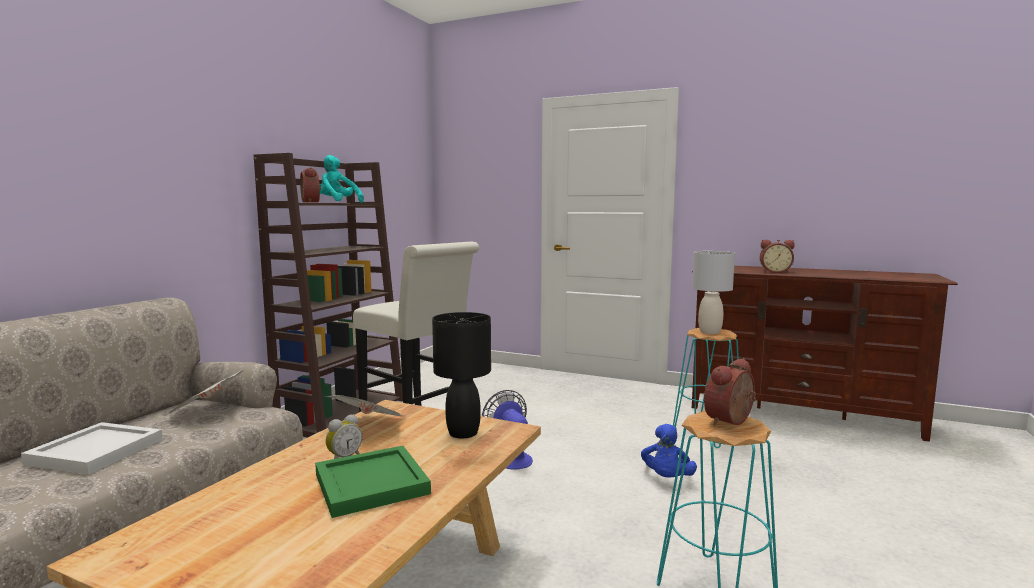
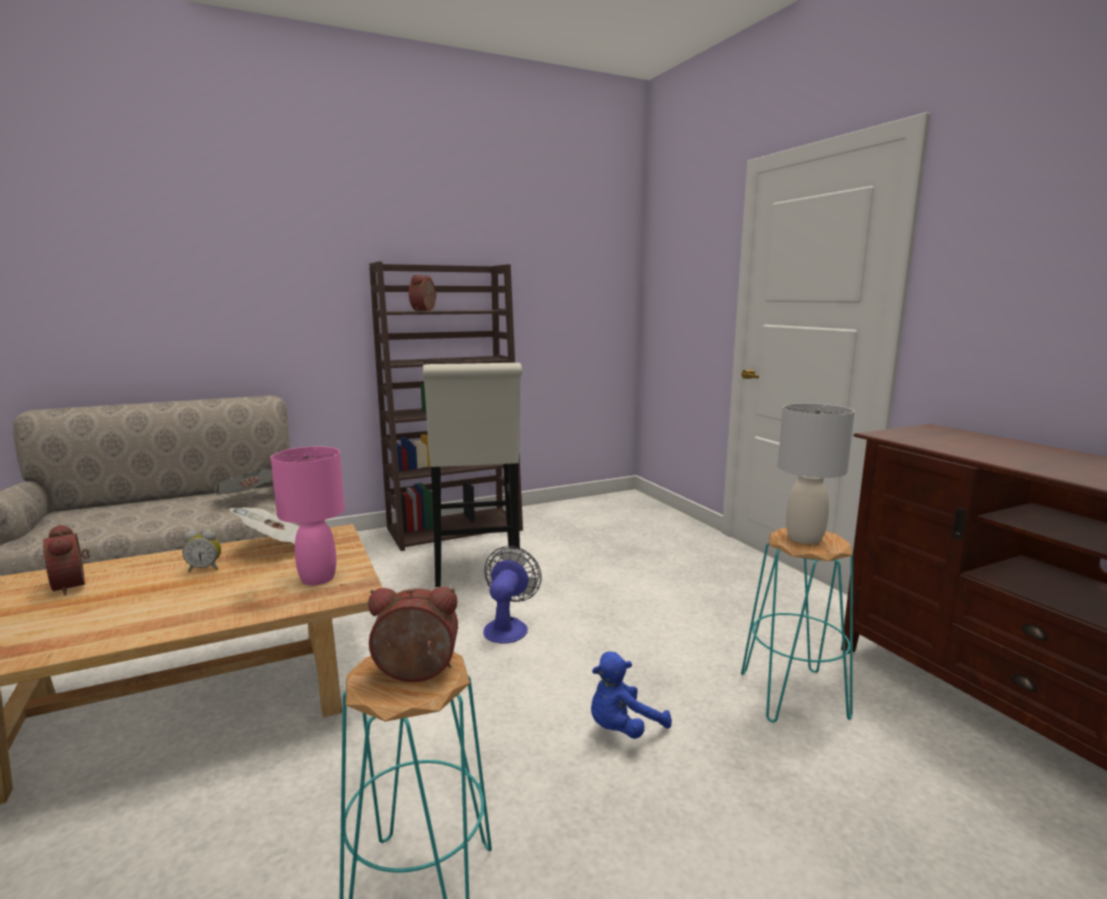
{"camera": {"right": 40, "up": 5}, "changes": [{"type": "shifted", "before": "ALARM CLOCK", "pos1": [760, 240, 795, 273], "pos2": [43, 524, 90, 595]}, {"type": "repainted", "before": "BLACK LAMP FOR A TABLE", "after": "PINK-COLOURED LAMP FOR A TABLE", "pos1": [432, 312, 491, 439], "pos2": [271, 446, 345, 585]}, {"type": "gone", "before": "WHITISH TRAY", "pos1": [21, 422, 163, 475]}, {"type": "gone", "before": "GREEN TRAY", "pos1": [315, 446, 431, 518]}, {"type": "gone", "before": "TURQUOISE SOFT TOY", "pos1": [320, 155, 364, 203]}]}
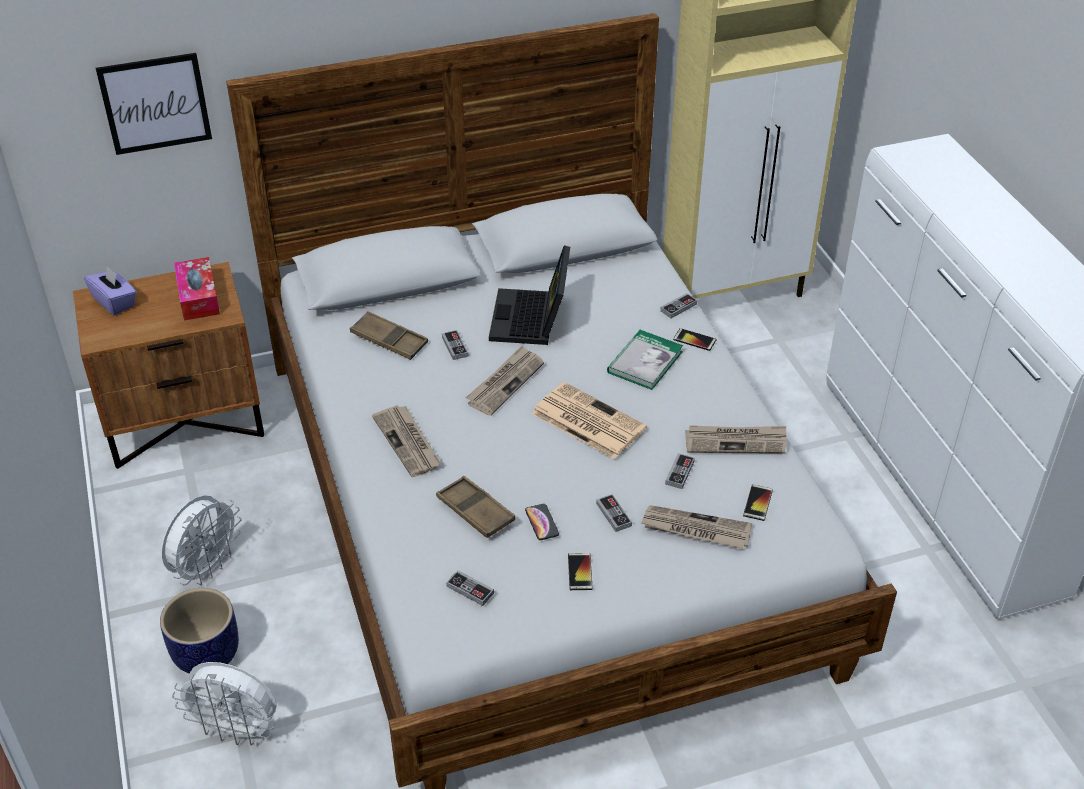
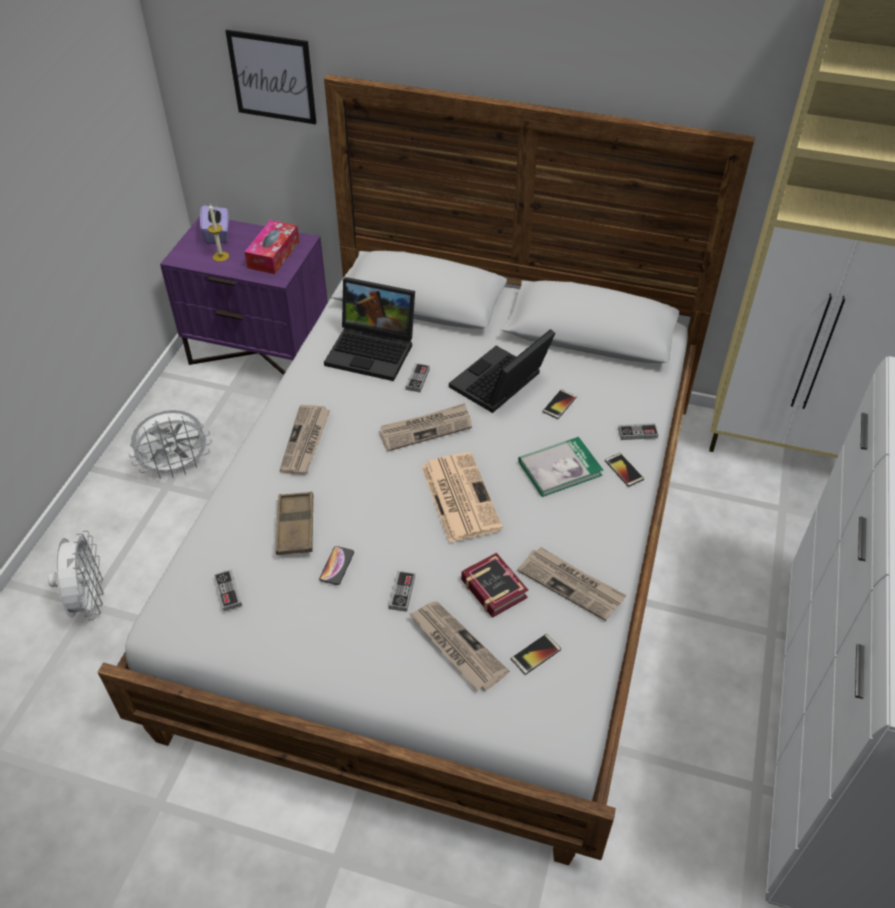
{"camera": {"right": 35, "up": 5}, "changes": [{"type": "rotated", "before": "WHITISH COOLING FAN", "pos1": [172, 662, 277, 745], "pos2": [48, 530, 103, 621], "turn": -150}, {"type": "repainted", "before": "BROWN NIGHT TABLE", "after": "PURPLE NIGHT TABLE", "pos1": [73, 262, 264, 469], "pos2": [160, 216, 328, 375]}, {"type": "new", "after": "WAX LIGHT", "pos2": [208, 204, 229, 262]}, {"type": "swapped", "before": "BROWN TRAY", "after": "PORTABLE COMPUTER", "pos1": [350, 311, 428, 360], "pos2": [324, 277, 415, 381]}, {"type": "swapped", "before": "GAMEPAD", "after": "VOLUME", "pos1": [665, 453, 695, 489], "pos2": [461, 553, 528, 618]}, {"type": "shifted", "before": "HANDSET", "pos1": [568, 553, 593, 590], "pos2": [542, 389, 577, 419]}, {"type": "gone", "before": "PLANTER", "pos1": [160, 588, 239, 674]}]}
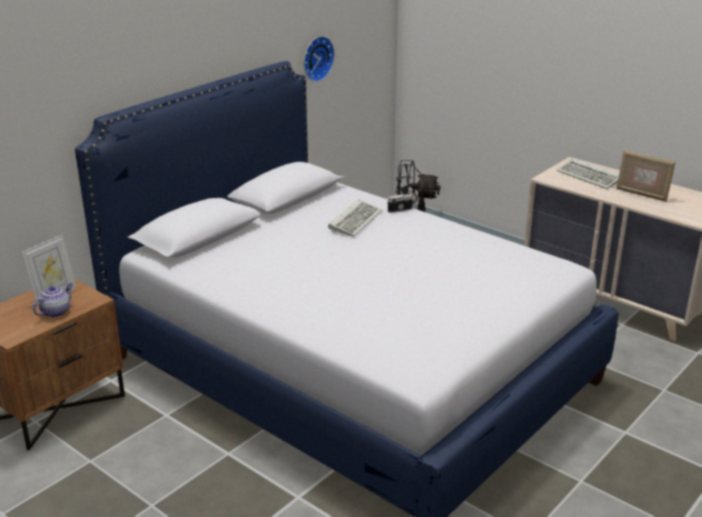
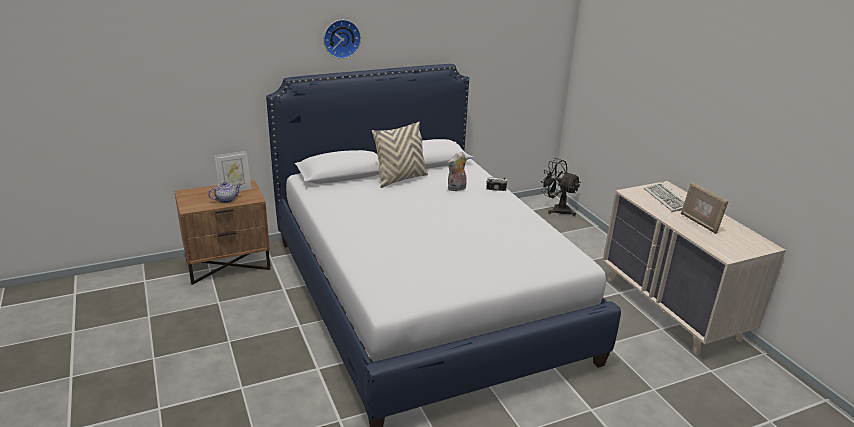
{"camera": {"right": 25, "up": 0}, "changes": [{"type": "shifted", "before": "CLOCK ON THE WALL", "pos1": [304, 36, 335, 82], "pos2": [324, 20, 361, 59]}, {"type": "new", "after": "BEIGE THROW PILLOW", "pos2": [372, 122, 428, 188]}, {"type": "swapped", "before": "PC KEYBOARD", "after": "SOFT TOY", "pos1": [328, 199, 383, 237], "pos2": [447, 152, 467, 191]}]}
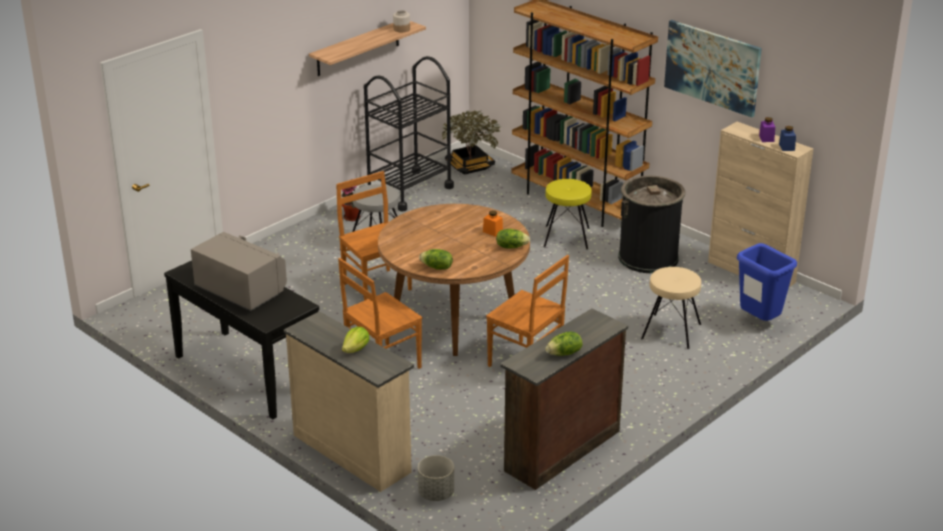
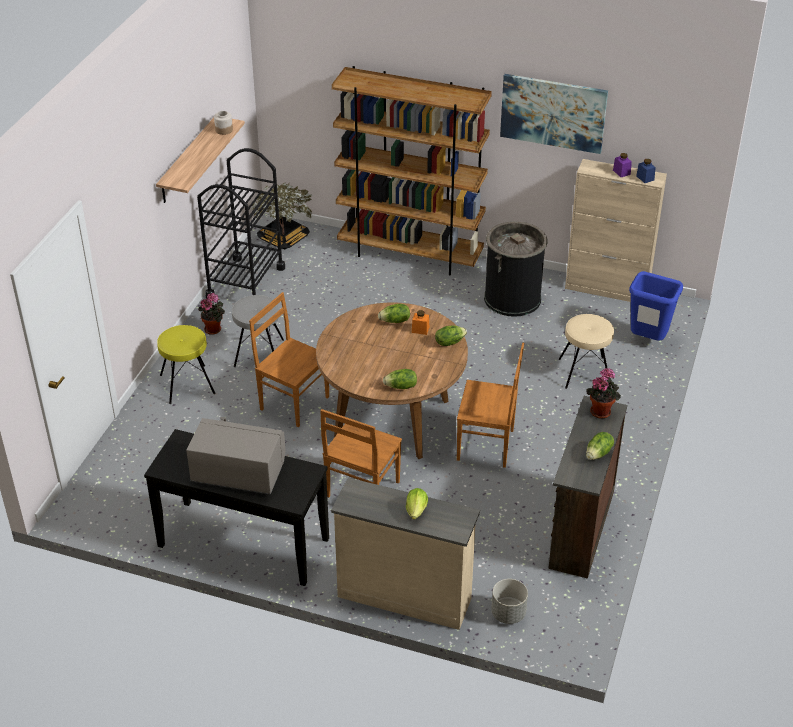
{"camera": {"right": -25, "up": 10}, "changes": [{"type": "shifted", "before": "YELLOW-COLOURED STOOL SEAT", "pos1": [544, 179, 592, 250], "pos2": [157, 325, 215, 404]}, {"type": "new", "after": "LETTUCE", "pos2": [378, 304, 410, 323]}, {"type": "new", "after": "PLANT IN A POT", "pos2": [586, 368, 621, 419]}]}
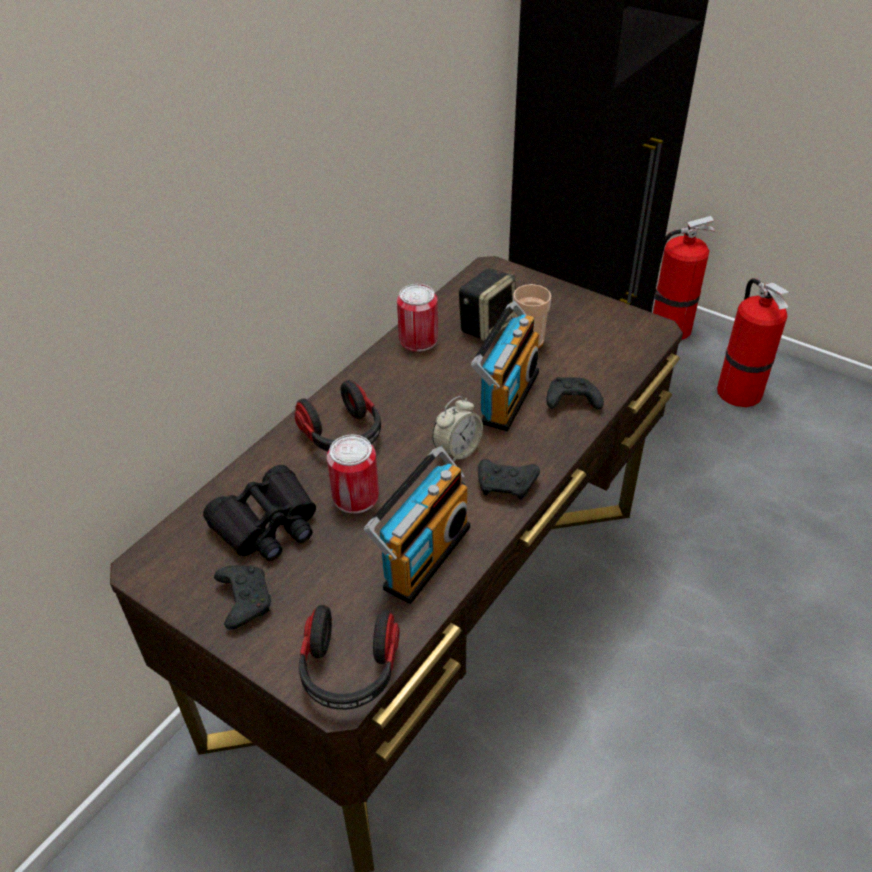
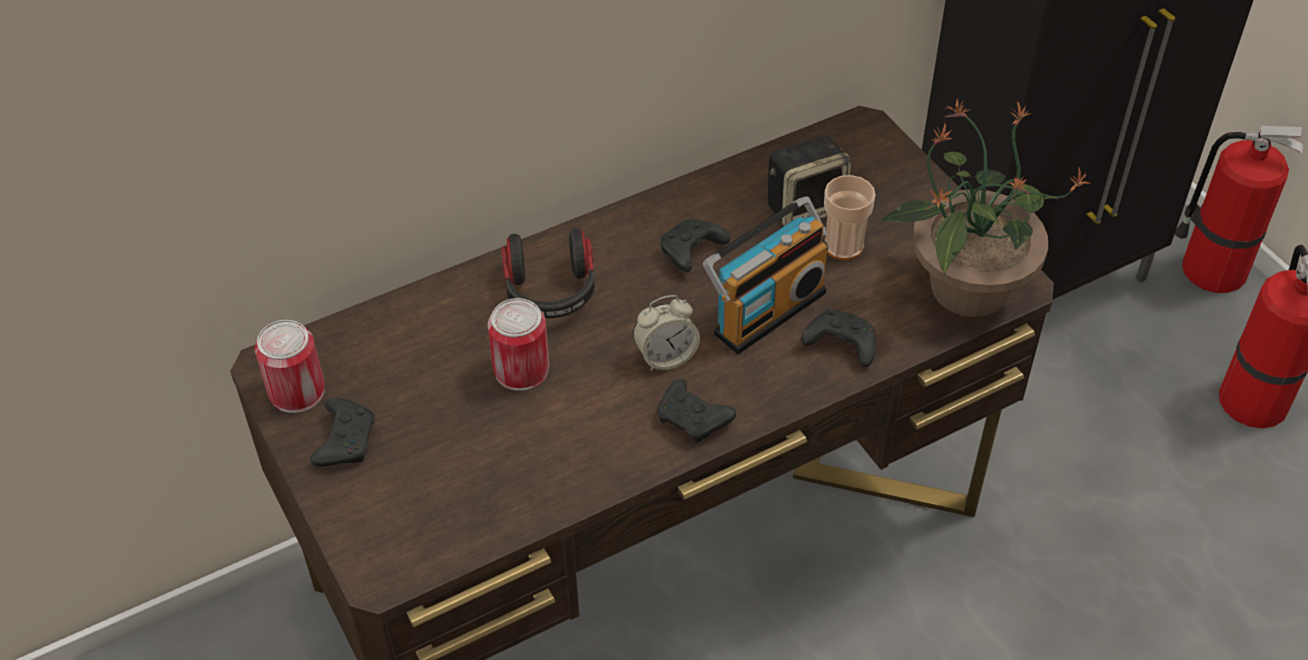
{"camera": {"right": 25, "up": 5}, "changes": [{"type": "shifted", "before": "SEALED CAN", "pos1": [397, 284, 438, 352], "pos2": [255, 320, 325, 413]}, {"type": "new", "after": "BLACK GAMEPAD", "pos2": [660, 219, 730, 272]}, {"type": "new", "after": "PLANT IN A POT", "pos2": [879, 98, 1091, 317]}, {"type": "gone", "before": "BLACK BINOCULARS", "pos1": [203, 465, 316, 561]}, {"type": "gone", "before": "HEADPHONES", "pos1": [298, 605, 400, 710]}, {"type": "gone", "before": "RADIO", "pos1": [364, 446, 470, 604]}]}
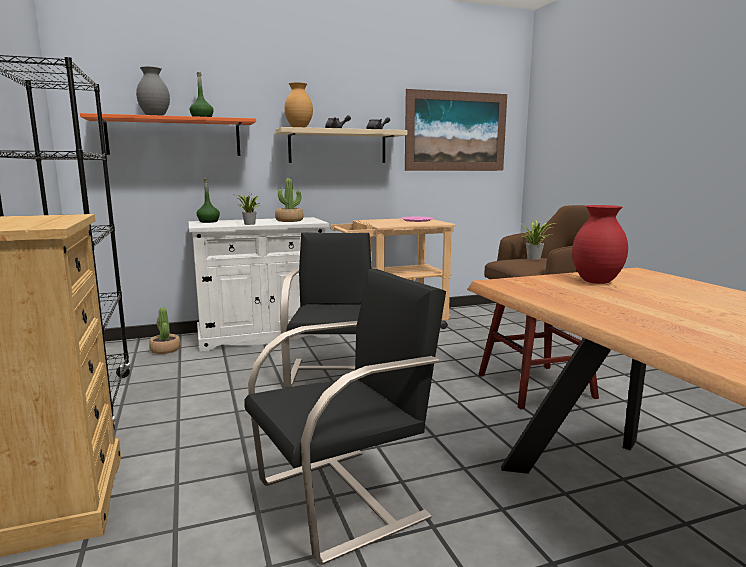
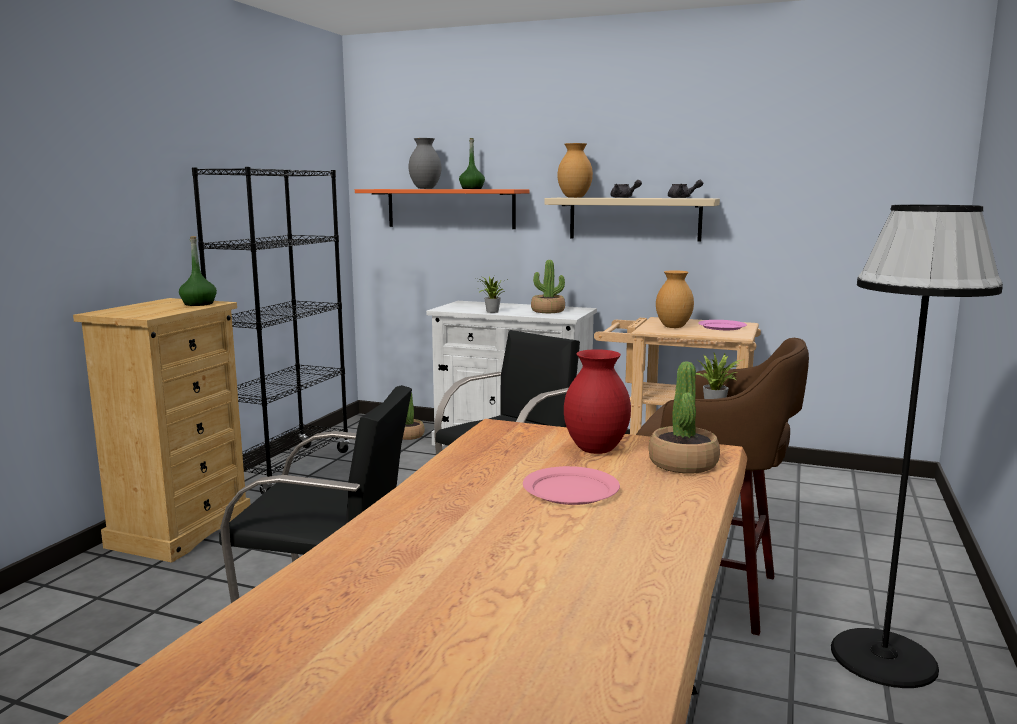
{"camera": {"right": 40, "up": 0}, "changes": [{"type": "shifted", "before": "GREEN BOTTLE", "pos1": [196, 179, 220, 223], "pos2": [179, 236, 217, 306]}, {"type": "new", "after": "PINK-COLOURED DINNER PLATE", "pos2": [523, 466, 620, 505]}, {"type": "new", "after": "PLANT IN A POT", "pos2": [649, 362, 720, 474]}, {"type": "new", "after": "BROWN VASE", "pos2": [656, 270, 694, 328]}, {"type": "new", "after": "BLACK STANDING LAMP", "pos2": [831, 205, 1003, 688]}, {"type": "gone", "before": "WALL PICTURE", "pos1": [405, 89, 507, 171]}]}
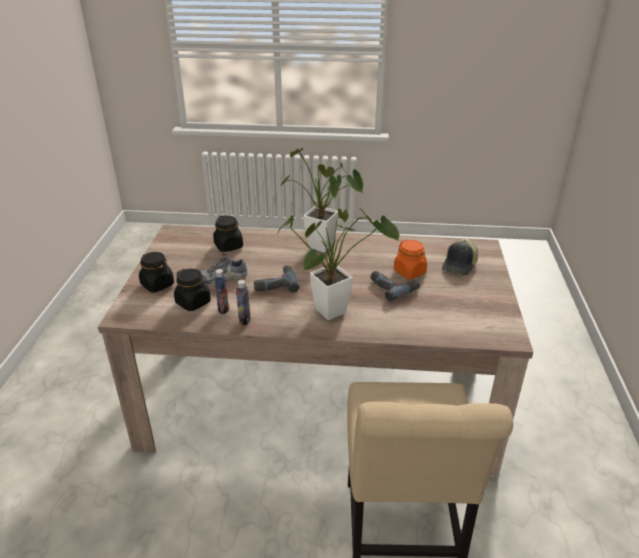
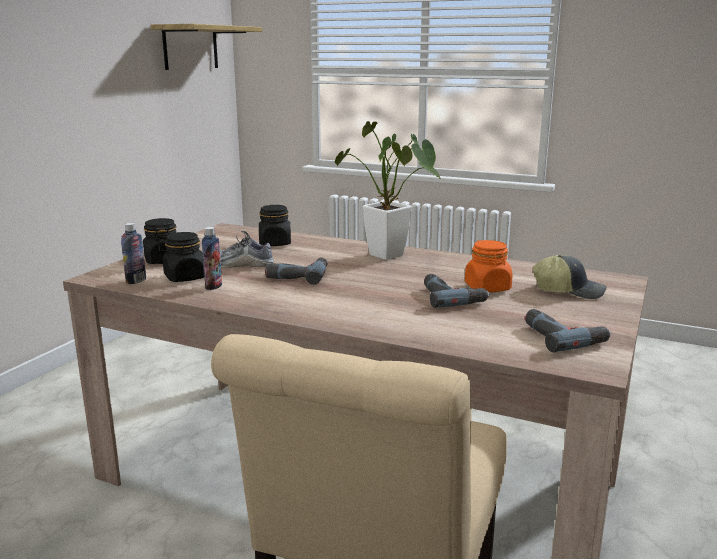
{"camera": {"right": 20, "up": -15}, "changes": [{"type": "shifted", "before": "BOTTLE", "pos1": [236, 280, 251, 326], "pos2": [121, 223, 146, 284]}, {"type": "new", "after": "BRACKET SHELF", "pos2": [151, 24, 262, 70]}, {"type": "new", "after": "POWER DRILL", "pos2": [525, 309, 611, 352]}, {"type": "rotated", "before": "BASEBALL CAP", "pos1": [442, 239, 478, 275], "pos2": [533, 255, 607, 299], "turn": -120}, {"type": "gone", "before": "PLANT IN A POT", "pos1": [278, 208, 400, 320]}]}
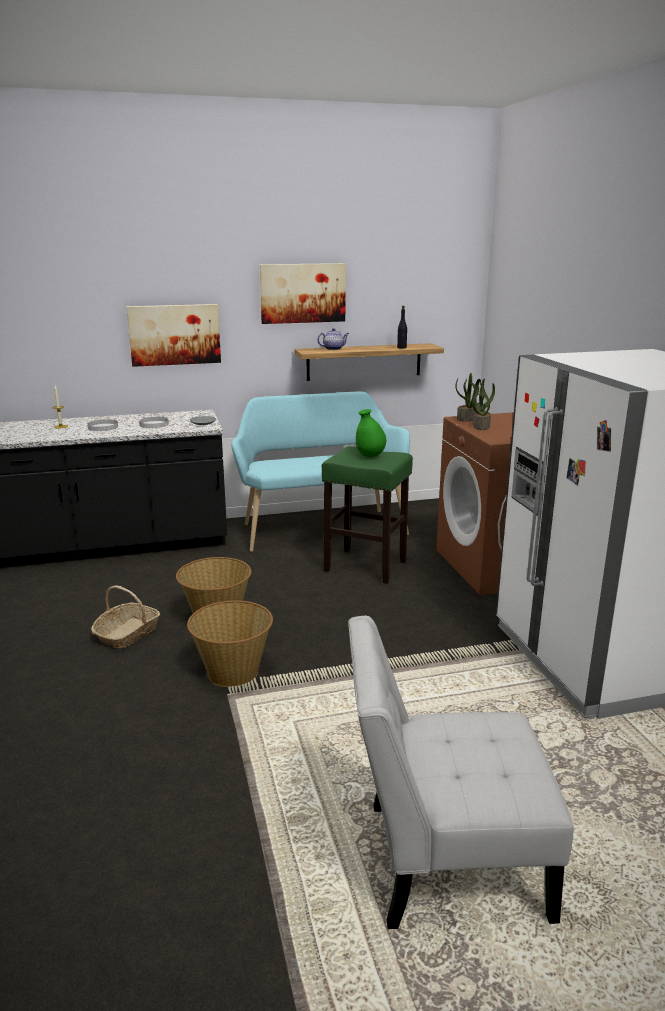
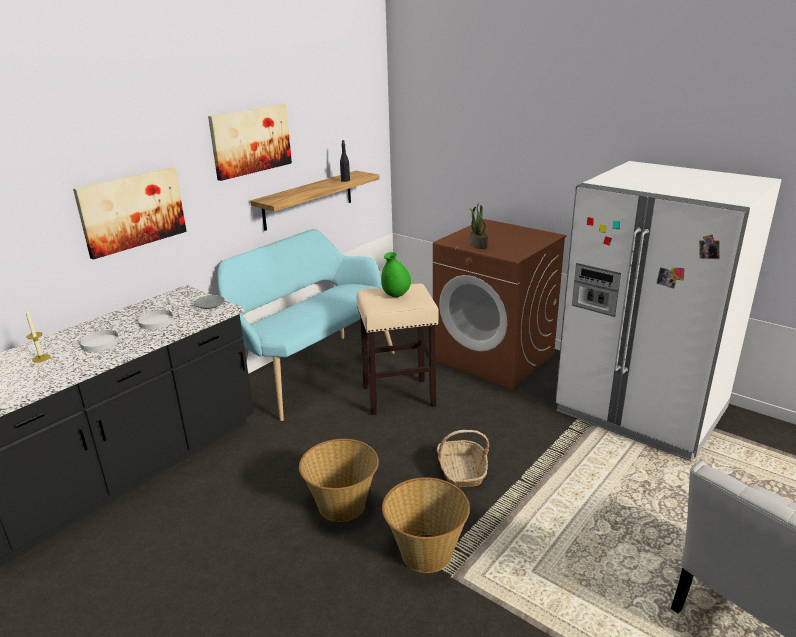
{"camera": {"right": -35, "up": 5}, "changes": [{"type": "repainted", "before": "GREEN STOOL SEAT", "after": "BEIGE STOOL SEAT", "pos1": [322, 446, 413, 584], "pos2": [357, 284, 439, 415]}, {"type": "shifted", "before": "BASKET", "pos1": [91, 585, 160, 649], "pos2": [437, 430, 489, 487]}, {"type": "gone", "before": "POT FOR TEA", "pos1": [317, 328, 349, 350]}, {"type": "gone", "before": "PLANT IN A POT", "pos1": [455, 373, 485, 421]}]}
